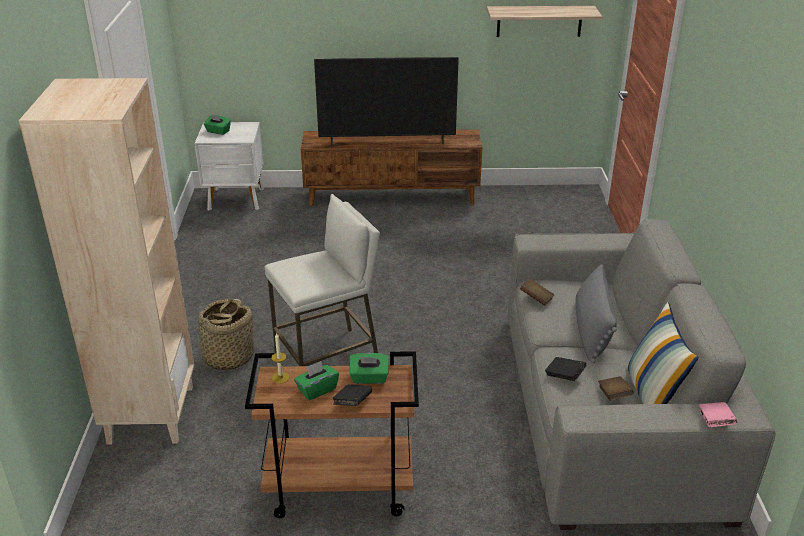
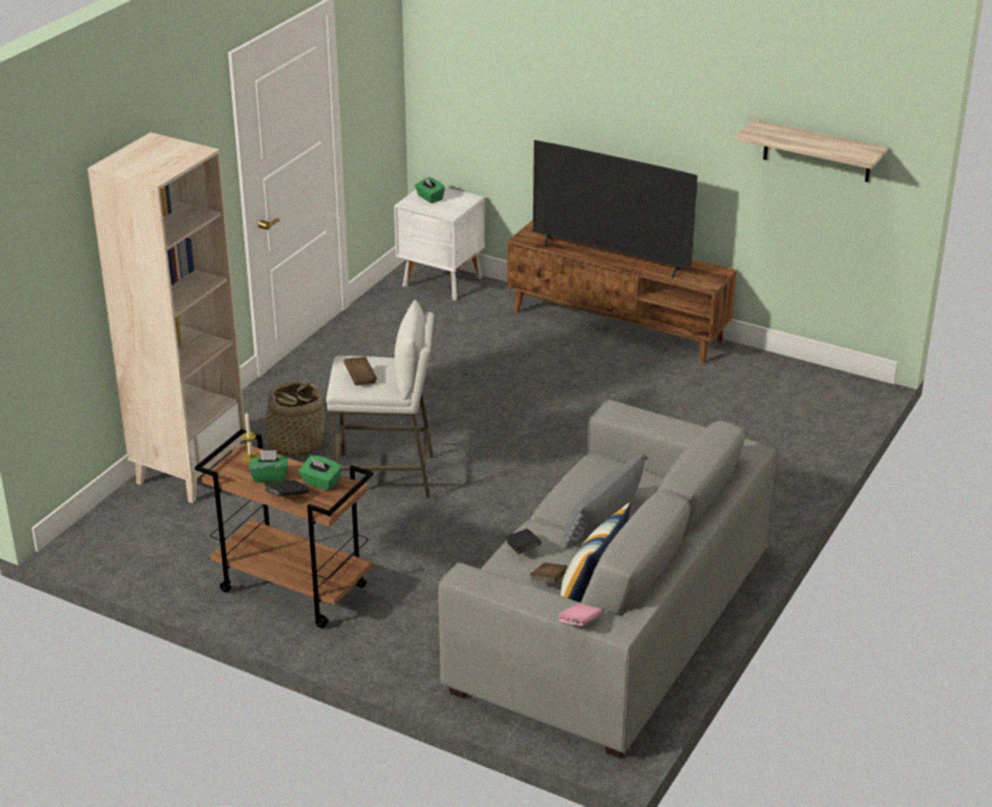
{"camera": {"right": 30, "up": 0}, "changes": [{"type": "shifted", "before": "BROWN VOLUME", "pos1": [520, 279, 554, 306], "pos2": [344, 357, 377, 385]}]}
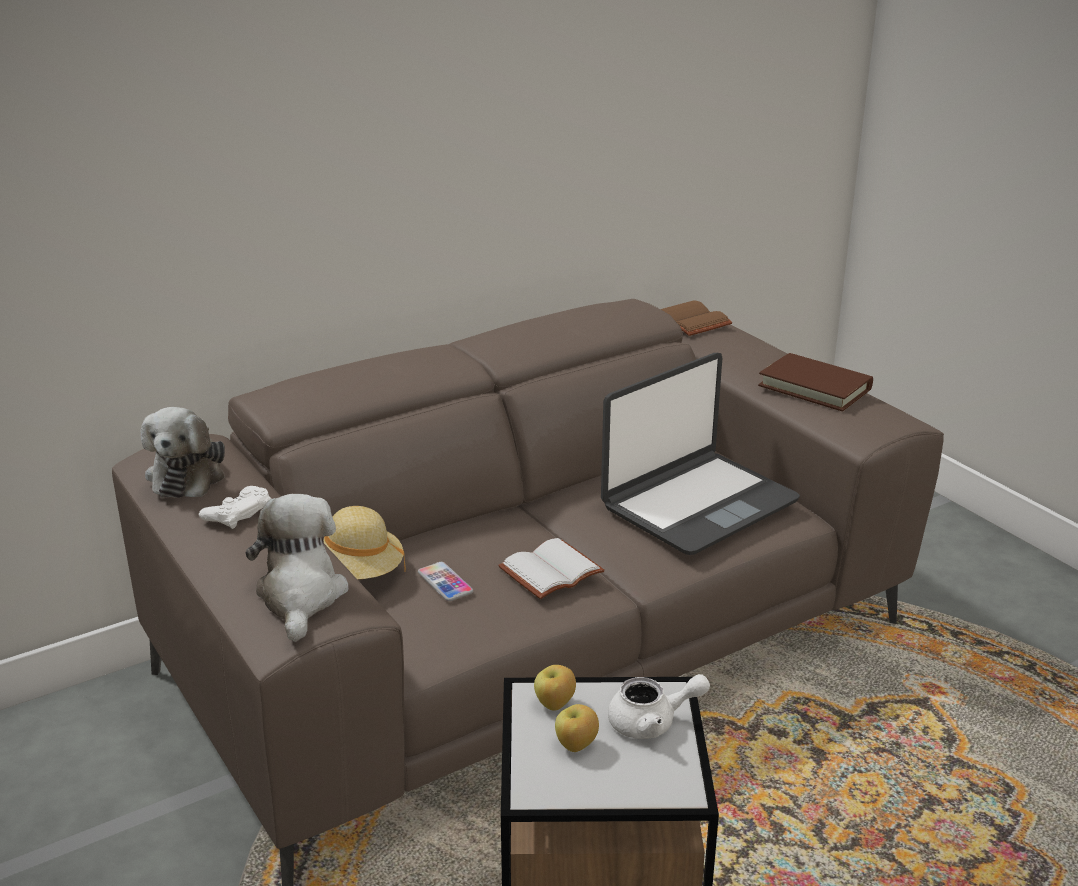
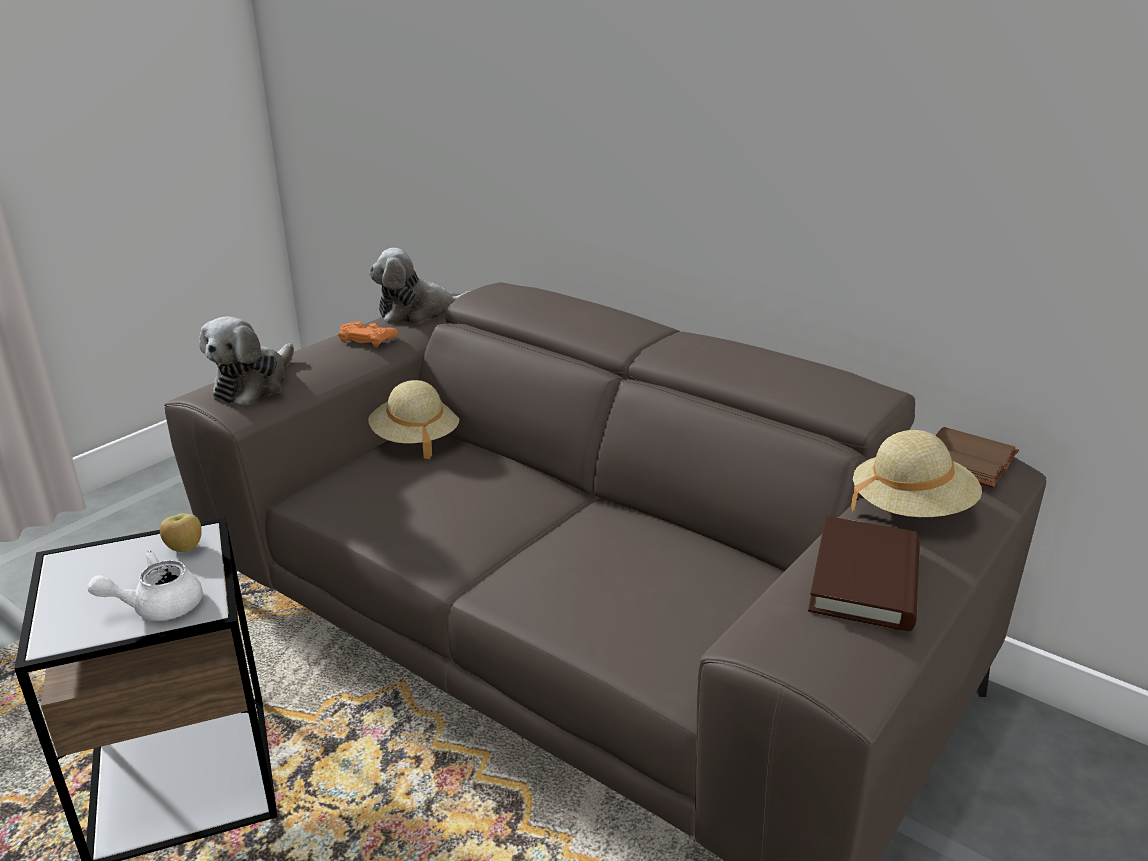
{"camera": {"right": 70, "up": 0}, "changes": [{"type": "rotated", "before": "WHITISH POT FOR TEA", "pos1": [608, 674, 710, 739], "pos2": [87, 551, 203, 621], "turn": 90}, {"type": "rotated", "before": "SOFT TOY", "pos1": [245, 494, 348, 642], "pos2": [199, 316, 294, 405], "turn": 135}, {"type": "repainted", "before": "WHITISH GAMEPAD", "after": "ORANGE GAMEPAD", "pos1": [199, 486, 271, 529], "pos2": [338, 321, 398, 347]}, {"type": "new", "after": "BEIGE HAT", "pos2": [851, 430, 982, 517]}, {"type": "gone", "before": "HANDSET", "pos1": [418, 562, 473, 601]}, {"type": "gone", "before": "WHITISH VOLUME", "pos1": [498, 538, 605, 599]}, {"type": "gone", "before": "WHOLE APPLE", "pos1": [555, 704, 599, 752]}, {"type": "gone", "before": "PORTABLE COMPUTER", "pos1": [601, 353, 800, 555]}]}
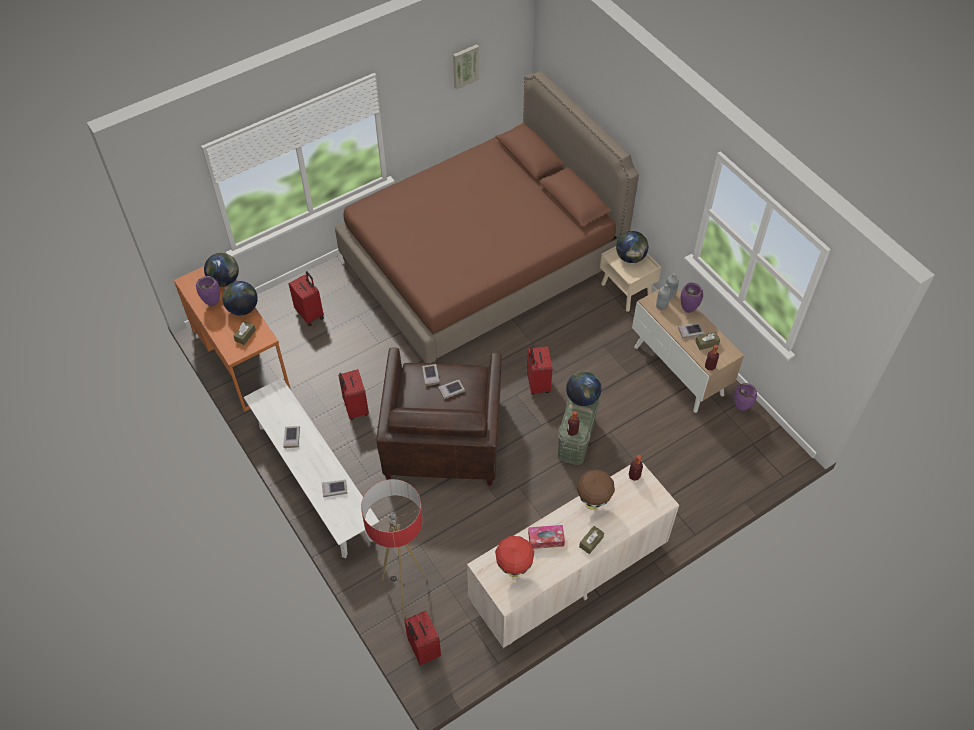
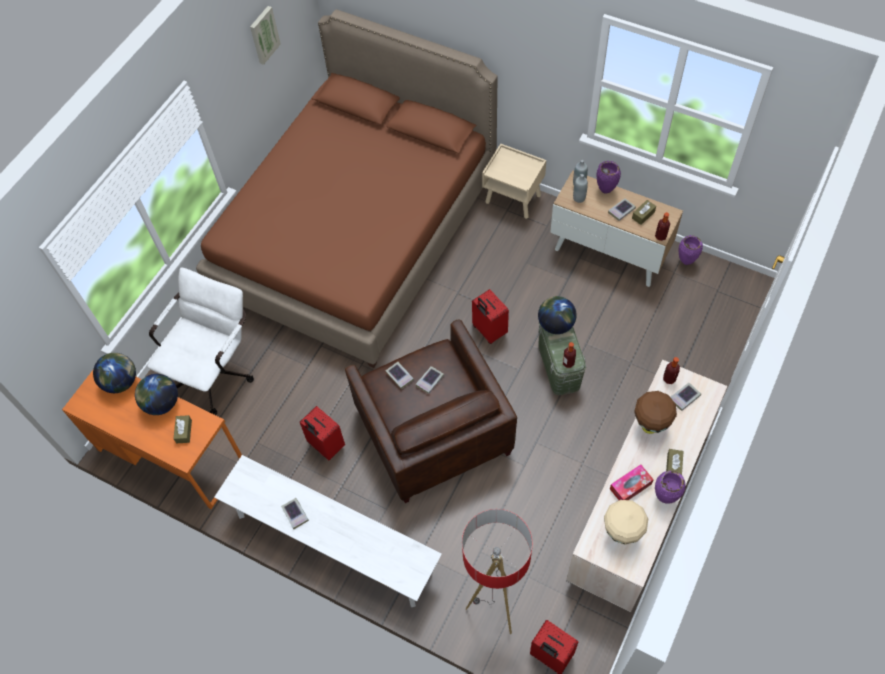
{"camera": {"right": -25, "up": 5}, "changes": [{"type": "swapped", "before": "REDDISH SUITCASE", "after": "WHITISH DESK CHAIR", "pos1": [288, 271, 324, 326], "pos2": [147, 268, 254, 415]}, {"type": "repainted", "before": "REDDISH LAMP FOR A TABLE", "after": "BEIGE LAMP FOR A TABLE", "pos1": [495, 536, 534, 577], "pos2": [604, 500, 648, 544]}, {"type": "shifted", "before": "PURPLE VASE", "pos1": [196, 276, 220, 306], "pos2": [655, 471, 686, 504]}, {"type": "shifted", "before": "VOLUME", "pos1": [322, 480, 347, 497], "pos2": [671, 383, 701, 411]}, {"type": "gone", "before": "WORLD GLOBE", "pos1": [616, 231, 648, 263]}]}
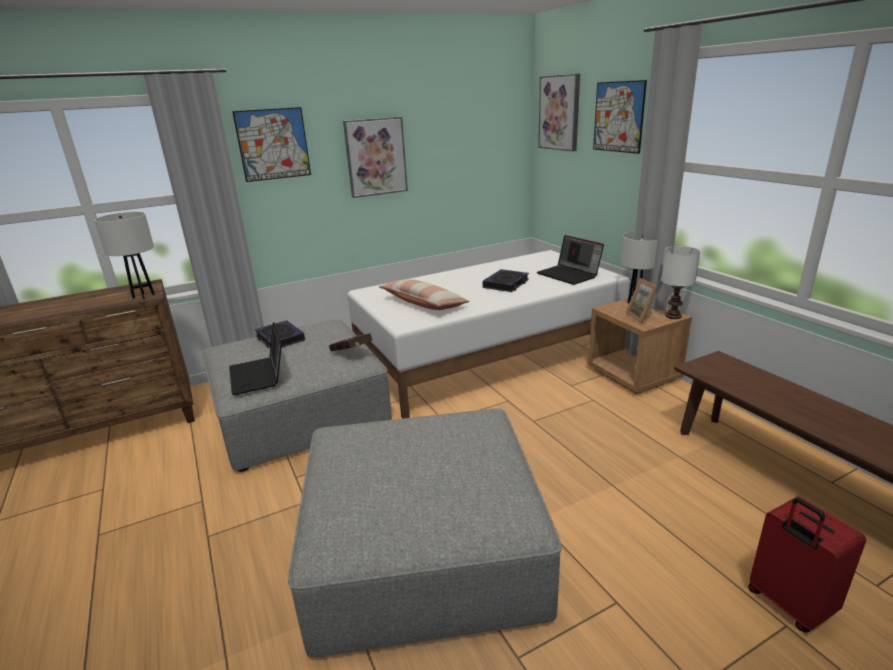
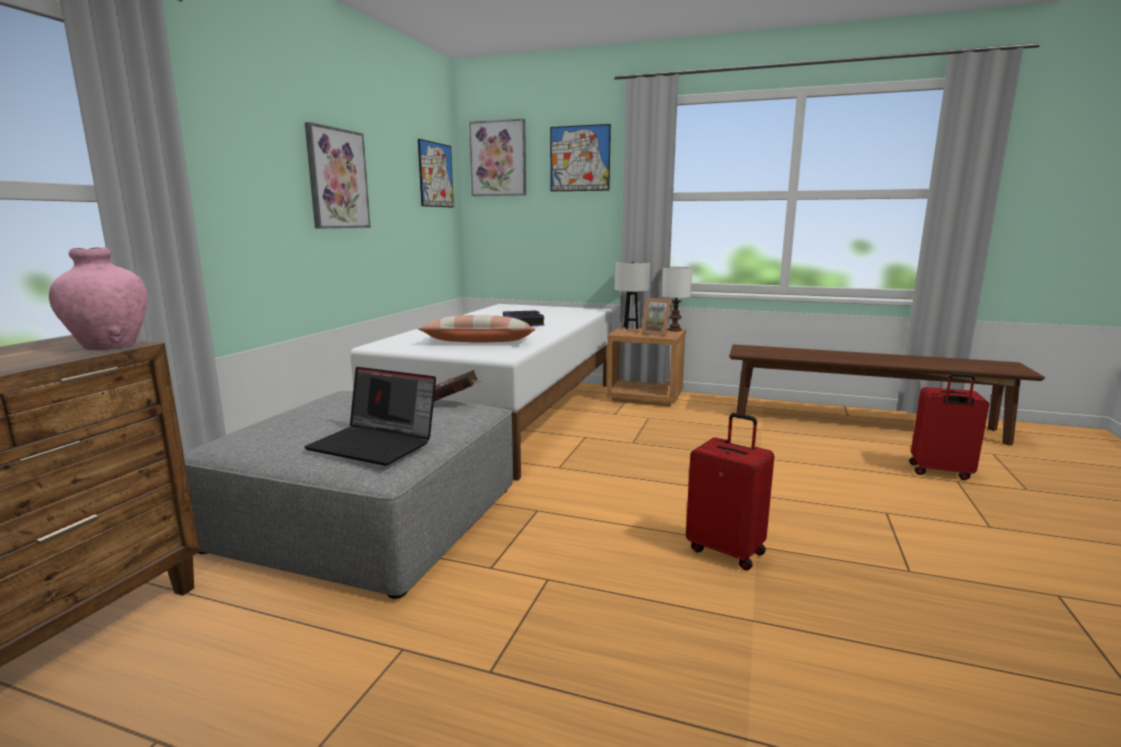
{"camera": {"right": -45, "up": -10}, "changes": [{"type": "swapped", "before": "WHITISH LAMP FOR A TABLE", "after": "PINK-COLOURED VASE", "pos1": [94, 212, 155, 299], "pos2": [49, 247, 148, 350]}, {"type": "shifted", "before": "WALL PICTURE", "pos1": [232, 107, 311, 182], "pos2": [418, 139, 454, 208]}, {"type": "swapped", "before": "GREYISH POUFFE", "after": "REDDISH SUITCASE", "pos1": [288, 408, 562, 657], "pos2": [686, 413, 774, 570]}, {"type": "gone", "before": "VOLUME", "pos1": [255, 320, 305, 348]}, {"type": "gone", "before": "PORTABLE COMPUTER", "pos1": [537, 235, 604, 285]}]}
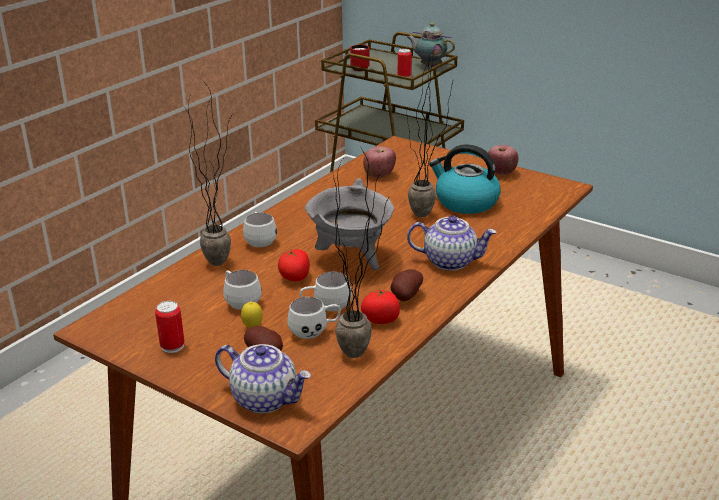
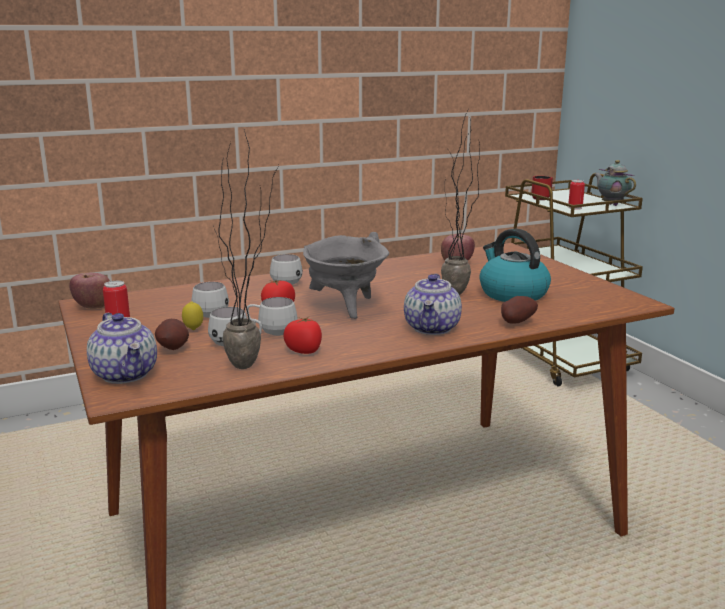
{"camera": {"right": 30, "up": -10}, "changes": [{"type": "shifted", "before": "WHOLE APPLE", "pos1": [488, 145, 518, 175], "pos2": [69, 273, 110, 309]}, {"type": "rotated", "before": "POT FOR TEA", "pos1": [407, 215, 497, 271], "pos2": [404, 274, 462, 335], "turn": 60}, {"type": "shifted", "before": "WHOLE POTATO", "pos1": [390, 269, 423, 301], "pos2": [501, 296, 538, 324]}, {"type": "gone", "before": "PLANT IN A POT", "pos1": [185, 80, 231, 266]}]}
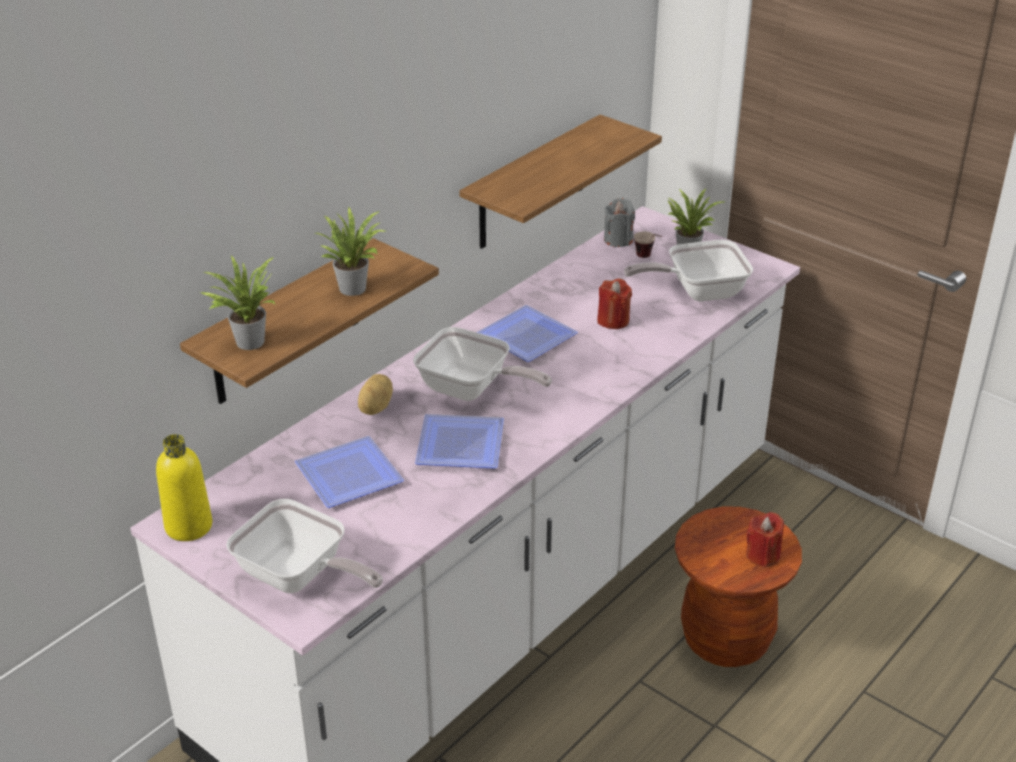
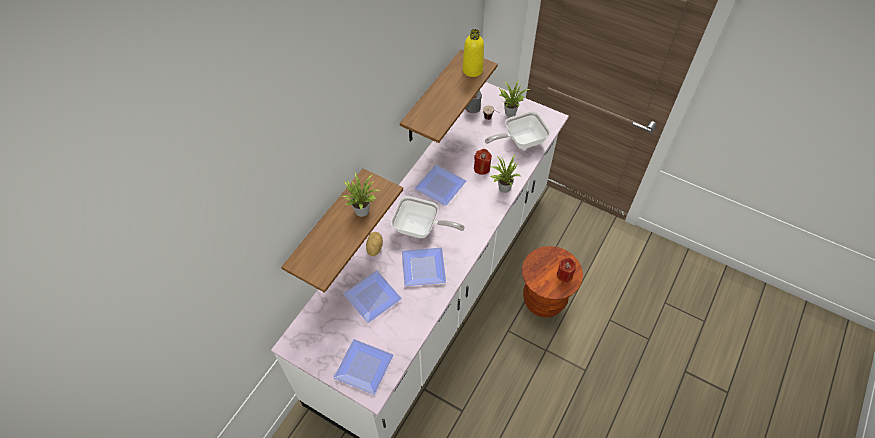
{"camera": {"right": -10, "up": 20}, "changes": [{"type": "swapped", "before": "SKILLET", "after": "DINNER PLATE", "pos1": [226, 499, 383, 593], "pos2": [334, 339, 393, 395]}, {"type": "shifted", "before": "YELLOW-COLOURED BOTTLE", "pos1": [156, 434, 212, 541], "pos2": [462, 29, 484, 77]}, {"type": "shifted", "before": "PLANT IN A POT", "pos1": [200, 256, 275, 350], "pos2": [490, 155, 521, 193]}]}
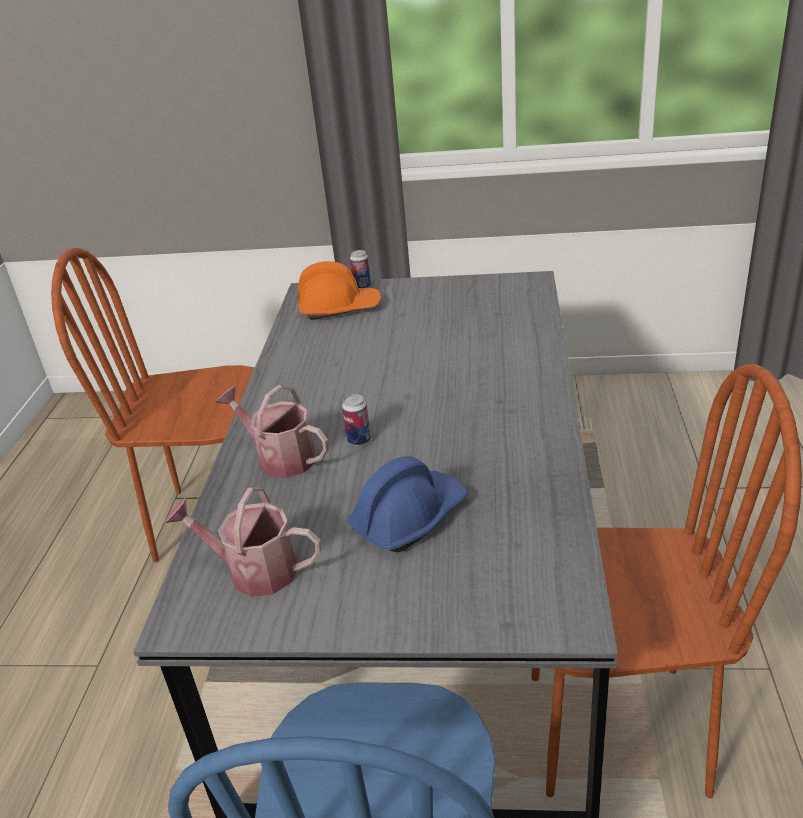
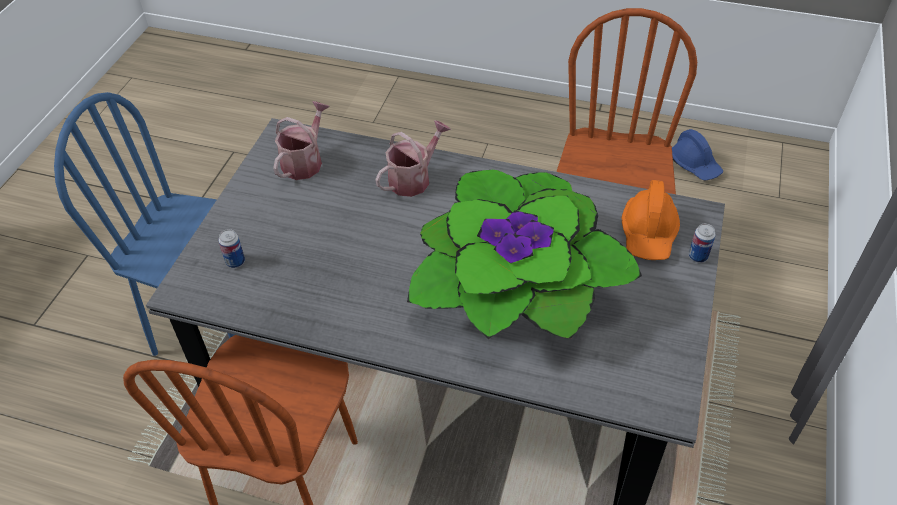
{"camera": {"right": 100, "up": 15}, "changes": [{"type": "shifted", "before": "SEALED CAN", "pos1": [342, 394, 371, 446], "pos2": [218, 229, 245, 268]}, {"type": "new", "after": "PLANT IN A POT", "pos2": [407, 170, 642, 339]}, {"type": "shifted", "before": "BLUE-COLOURED HARD HAT", "pos1": [348, 456, 468, 553], "pos2": [672, 129, 723, 180]}]}
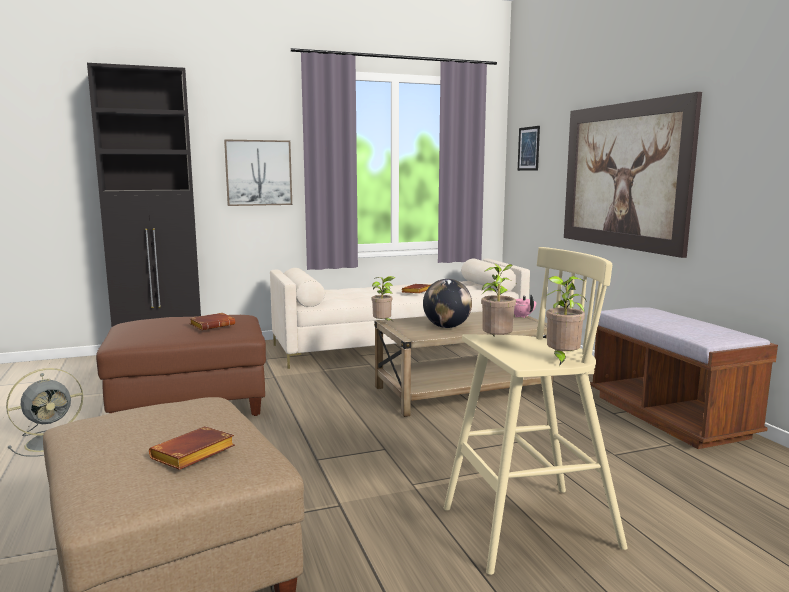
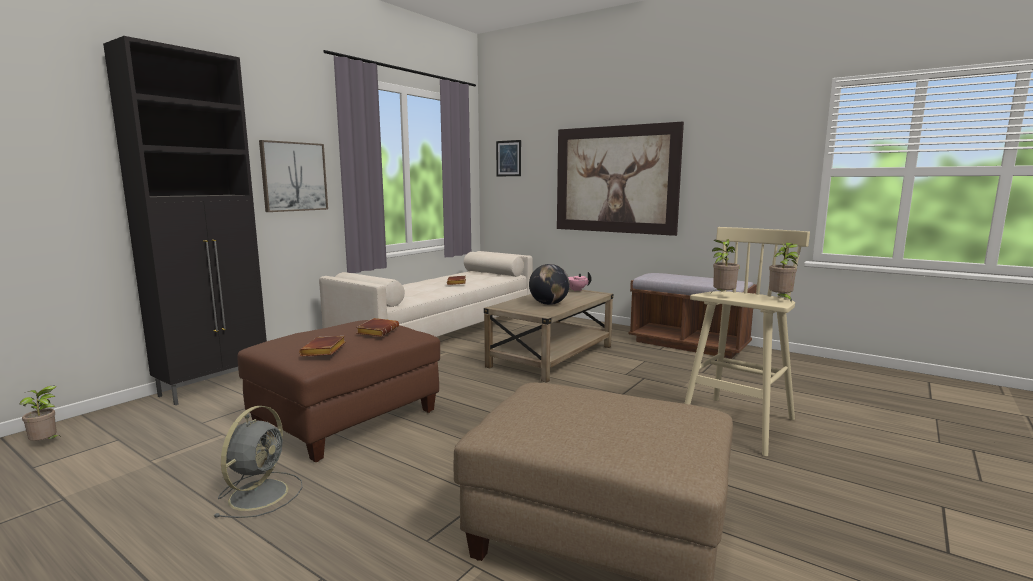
{"camera": {"right": -35, "up": 0}, "changes": [{"type": "shifted", "before": "PLANT IN A POT", "pos1": [372, 276, 396, 321], "pos2": [20, 386, 59, 441]}, {"type": "shifted", "before": "BROWN VOLUME", "pos1": [149, 426, 235, 470], "pos2": [299, 336, 346, 356]}]}
